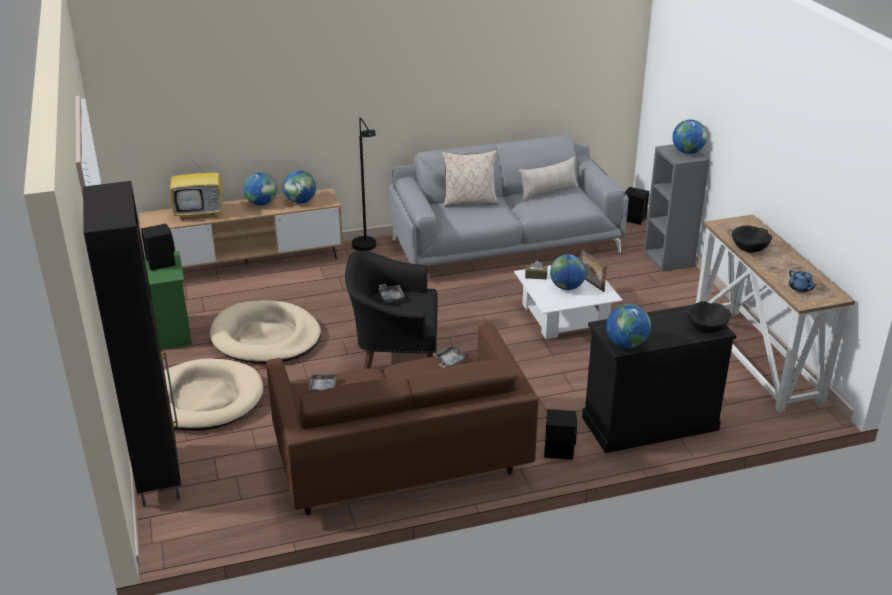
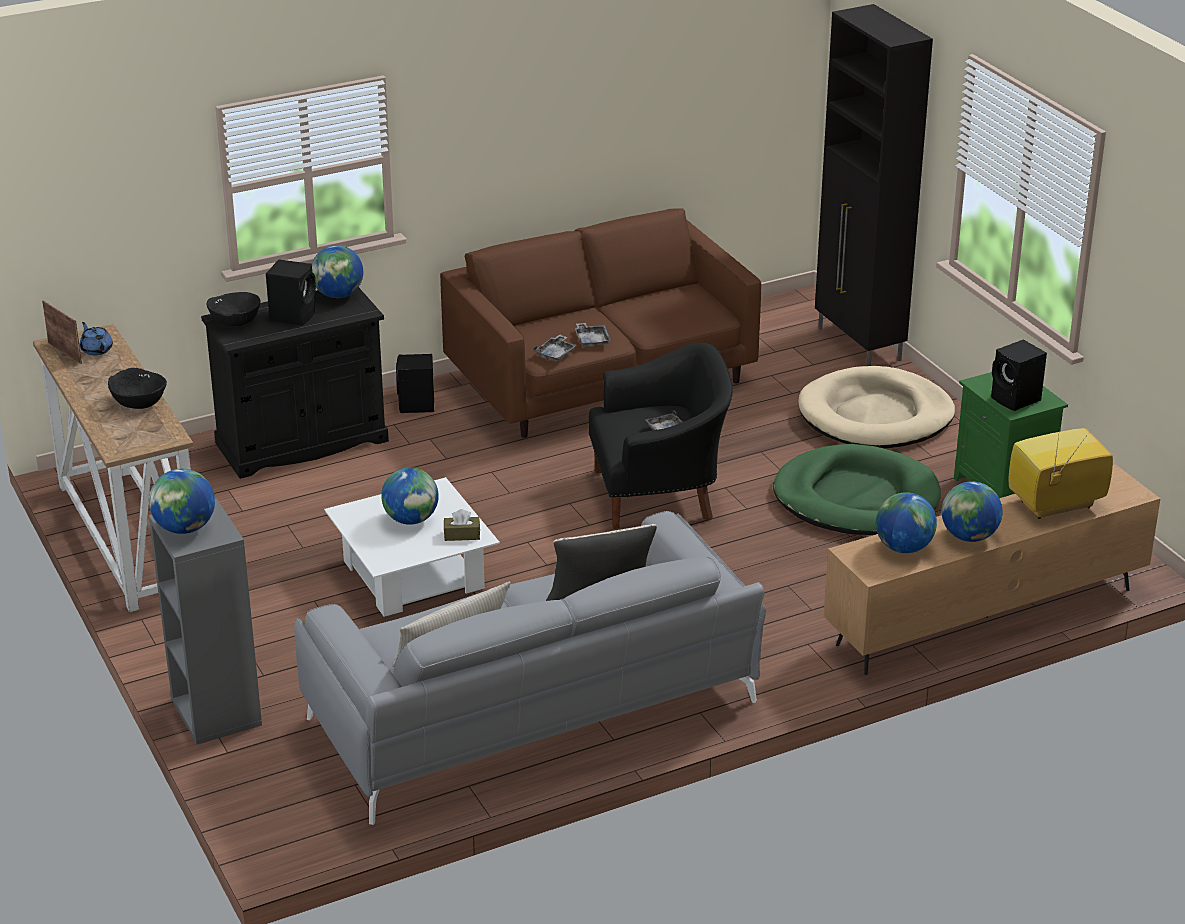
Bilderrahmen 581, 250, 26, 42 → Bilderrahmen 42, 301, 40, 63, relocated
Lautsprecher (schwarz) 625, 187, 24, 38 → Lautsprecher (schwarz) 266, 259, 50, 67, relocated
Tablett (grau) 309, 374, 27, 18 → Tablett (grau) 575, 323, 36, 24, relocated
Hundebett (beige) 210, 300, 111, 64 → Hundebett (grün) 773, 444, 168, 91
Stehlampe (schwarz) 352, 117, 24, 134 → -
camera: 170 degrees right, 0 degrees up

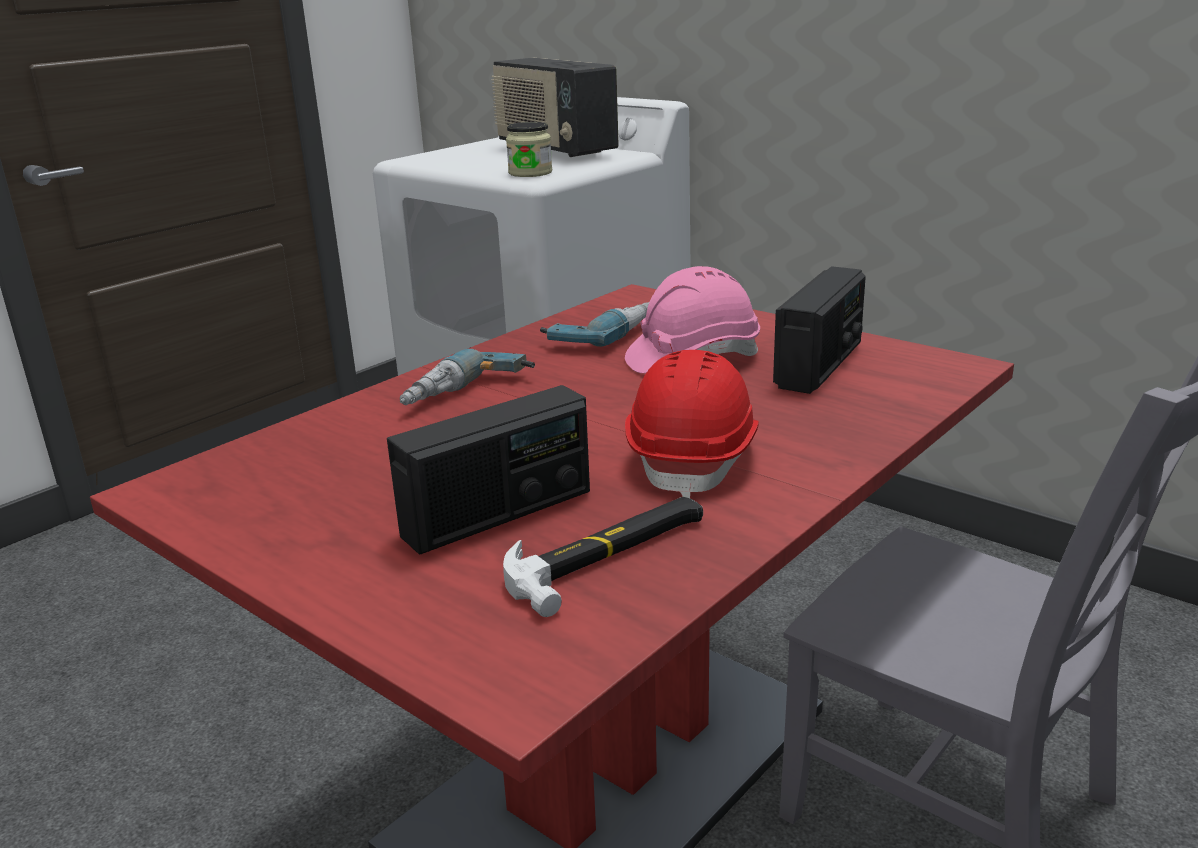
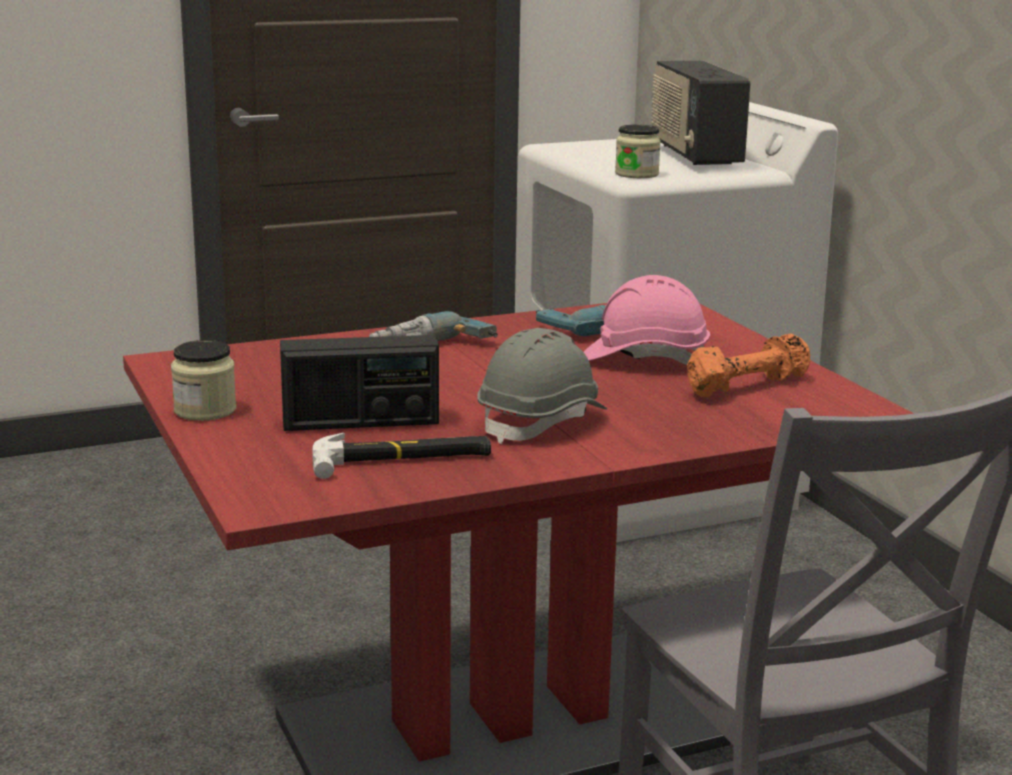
- → Vorratsglas 171, 340, 65, 81
Schutzhelm (rot) 625, 350, 134, 148 → Schutzhelm (grau) 477, 328, 130, 116
Radio 773, 266, 93, 128 → Hantel (orange) 687, 334, 123, 63
camera: 25 degrees right, 5 degrees down

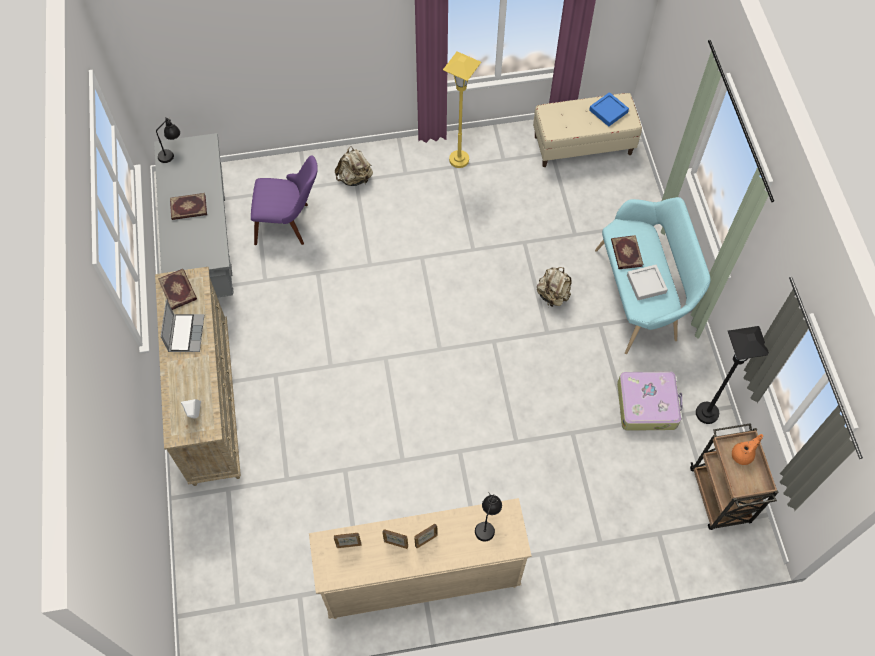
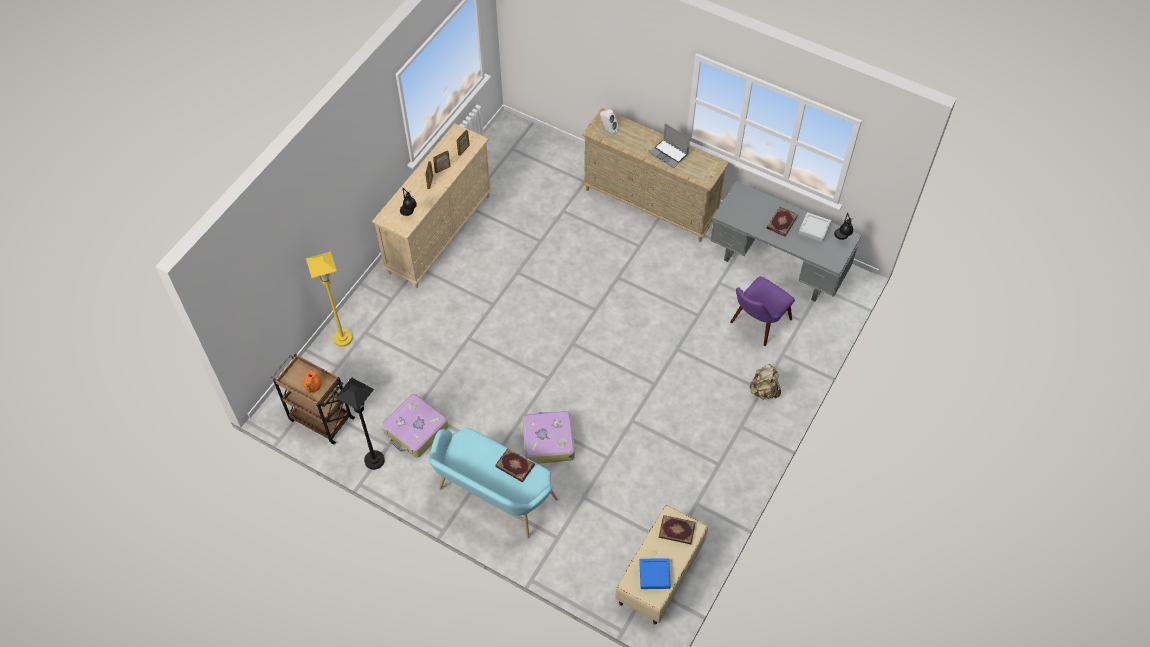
Stehlampe (gelb) 443, 51, 38, 117 → Stehlampe (gelb) 306, 251, 46, 96, relocated
Rucksack (beige) 537, 267, 34, 40 → Koffer 522, 410, 53, 54
Buch 158, 269, 39, 41 → Buch 659, 515, 37, 29, relocated
Tablett (grau) 627, 265, 41, 35 → Tablett (grau) 798, 212, 33, 30, relocated
camera: 130 degrees right, 5 degrees down

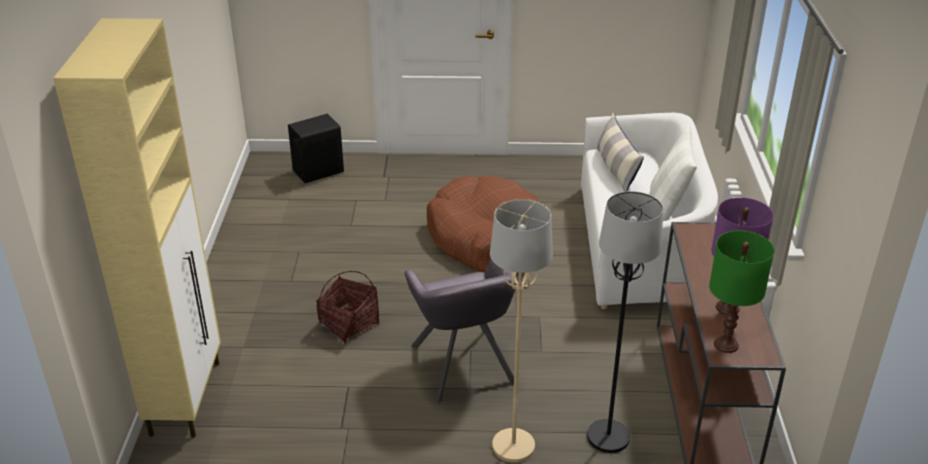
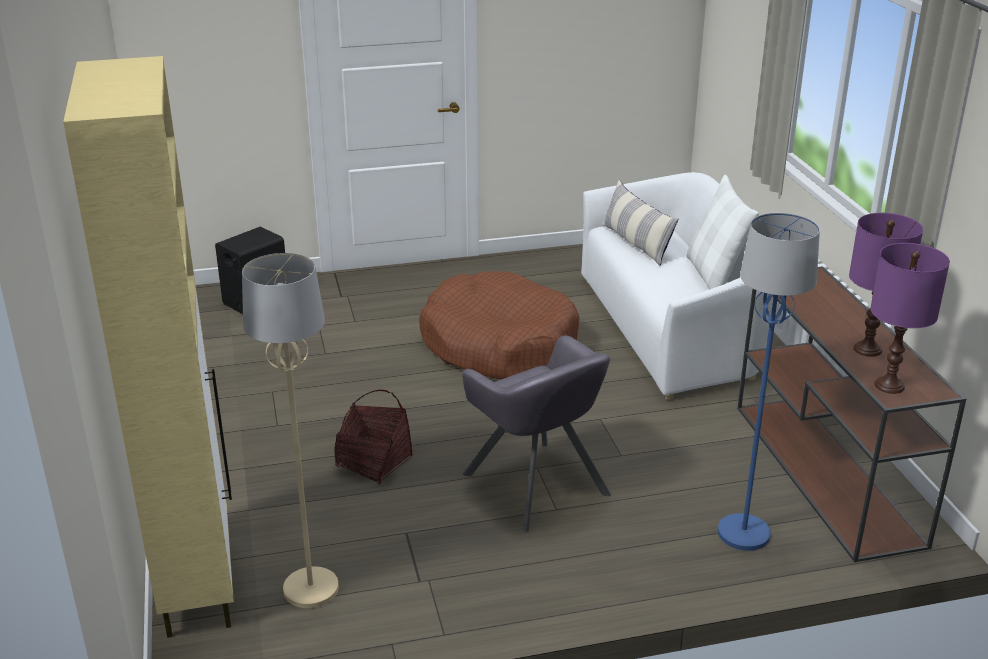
Stehlampe (beige) 490, 199, 63, 264 → Stehlampe (beige) 242, 253, 97, 355, relocated
Stehlampe (schwarz) 587, 191, 76, 262 → Stehlampe (blau) 718, 213, 102, 338
Tischlampe (grün) 709, 230, 65, 123 → Tischlampe (lila) 870, 243, 80, 151
camera: 15 degrees left, 5 degrees down

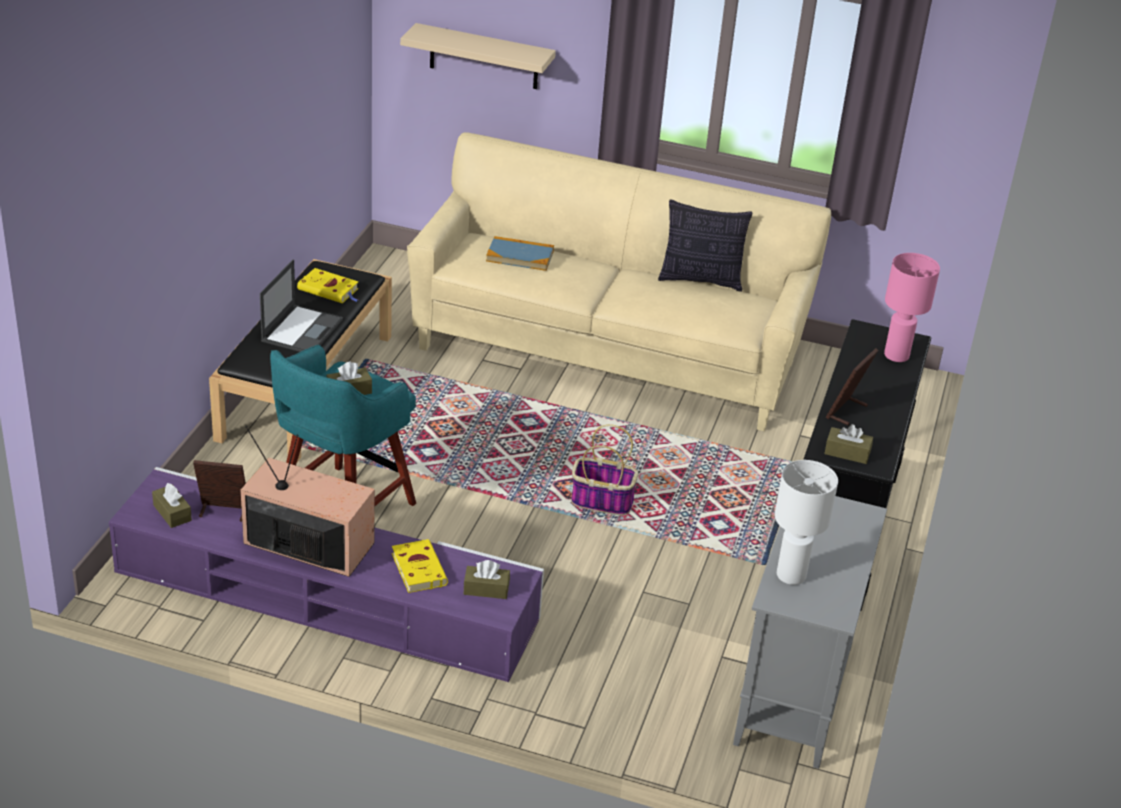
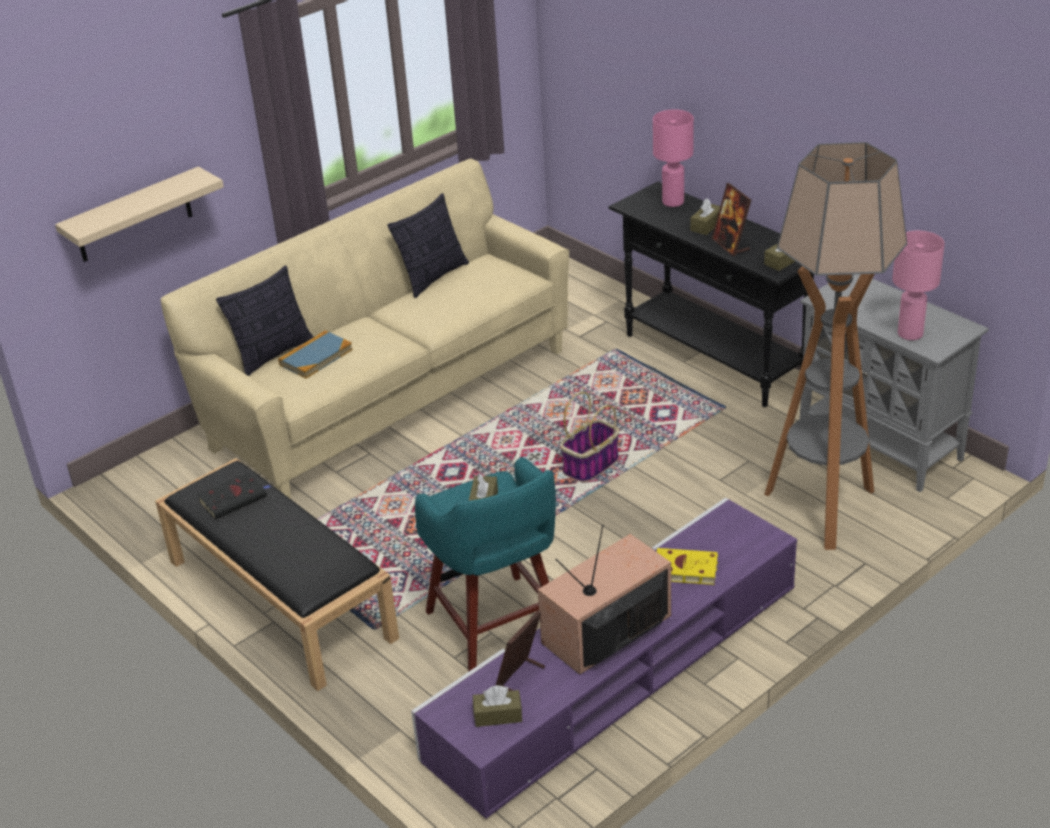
Buch (gelb) 297, 268, 62, 35 → Buch (schwarz) 197, 472, 74, 47
- → Kissen 216, 265, 98, 111
Taschentuchbox (braun) 464, 560, 46, 39 → Taschentuchbox (braun) 690, 198, 30, 37, relocated
- → Stehlampe 764, 142, 143, 408
Tischlampe (weiß) 775, 460, 63, 125 → Tischlampe (rosa) 892, 231, 52, 109
Laptop 260, 259, 83, 93 → -
camera: 55 degrees left, 0 degrees up

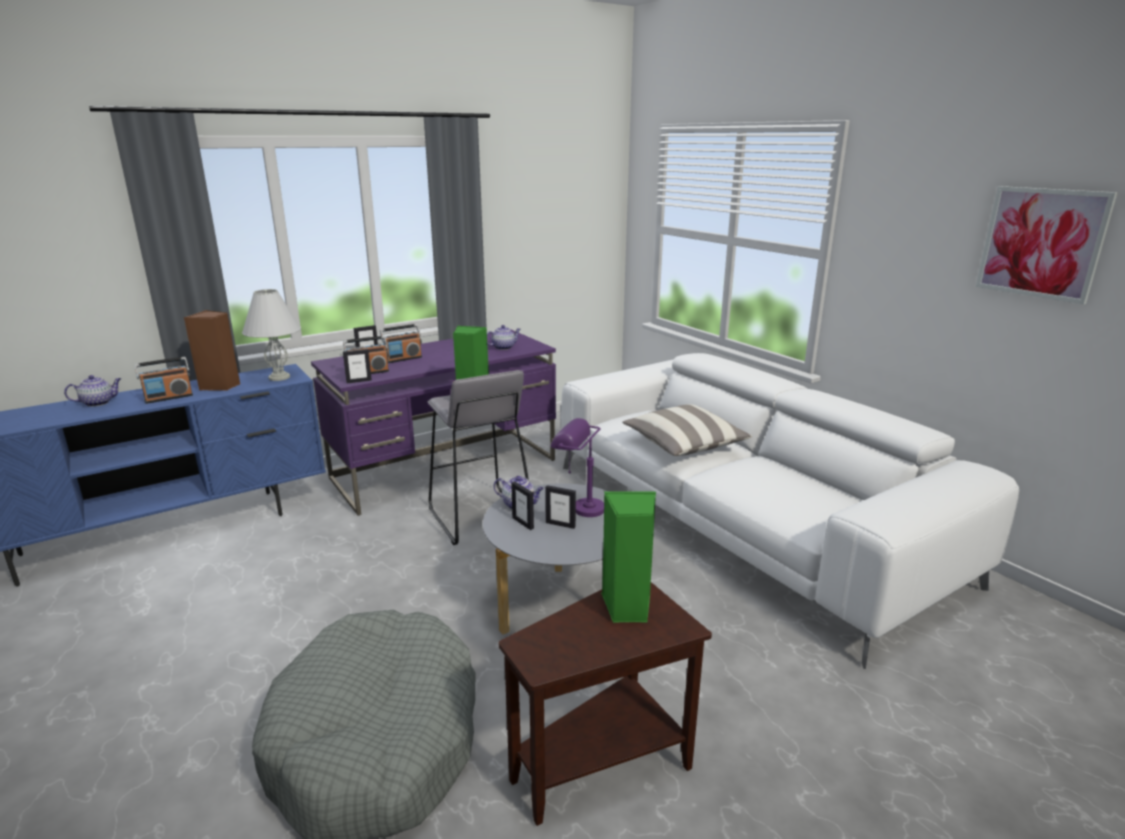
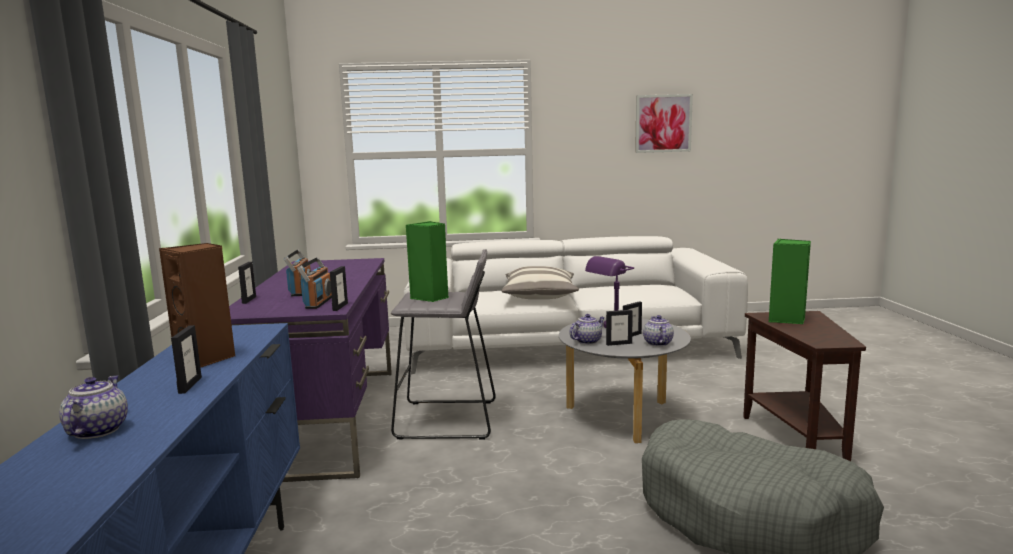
Radio 134, 357, 59, 47 → Bilderrahmen 171, 325, 31, 69
Teekanne 487, 325, 33, 25 → Teekanne 643, 315, 31, 31, relocated
Tischlampe (weiß) 242, 289, 59, 92 → -
camera: 60 degrees left, 10 degrees down

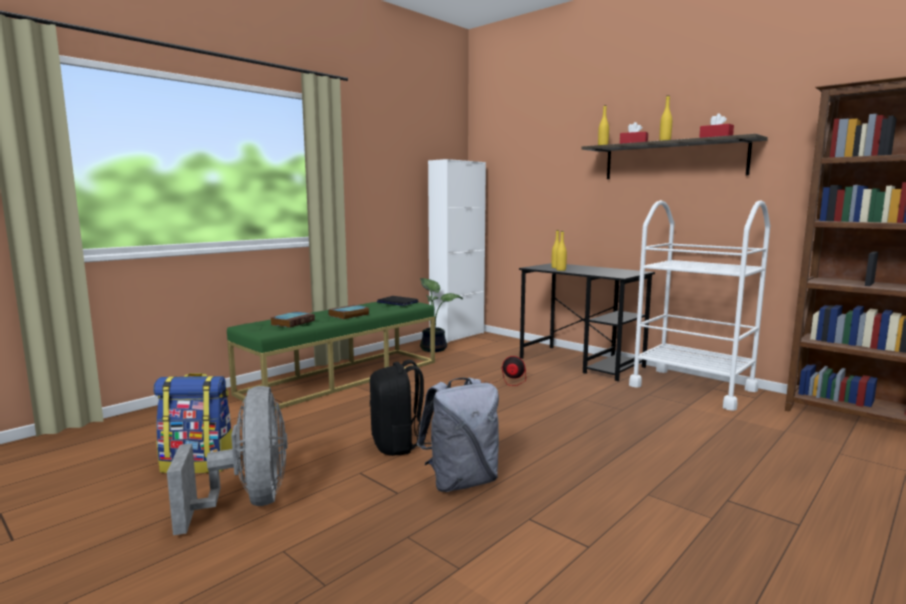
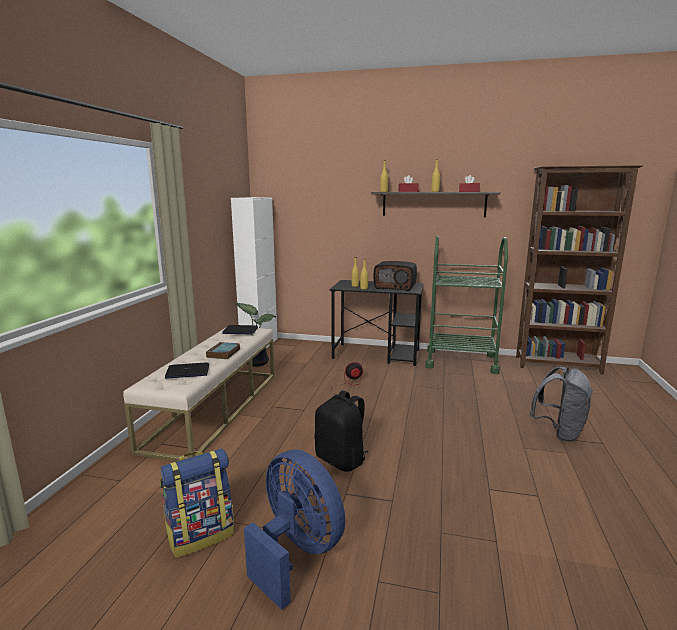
Bank (grün) 227, 302, 208, 108 → Bank (beige) 123, 328, 152, 133
Buch 270, 311, 45, 17 → Laptop 165, 363, 44, 16
Ventilator (grau) 167, 386, 120, 149 → Ventilator (blau) 244, 450, 101, 160
- → Radio 374, 261, 43, 30
Rollwagen (weiß) 629, 200, 141, 211 → Rollwagen (grün) 425, 235, 83, 139
Rucksack (grau) 417, 377, 82, 115 → Rucksack (grau) 529, 367, 64, 74, relocated
camera: 30 degrees left, 5 degrees up

